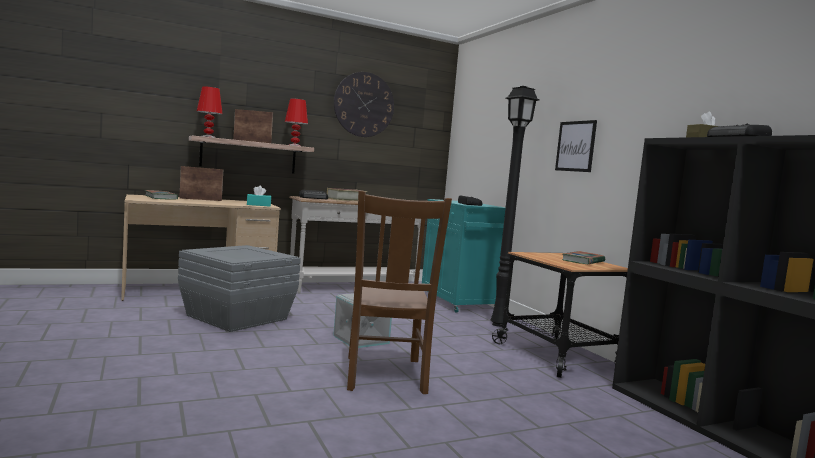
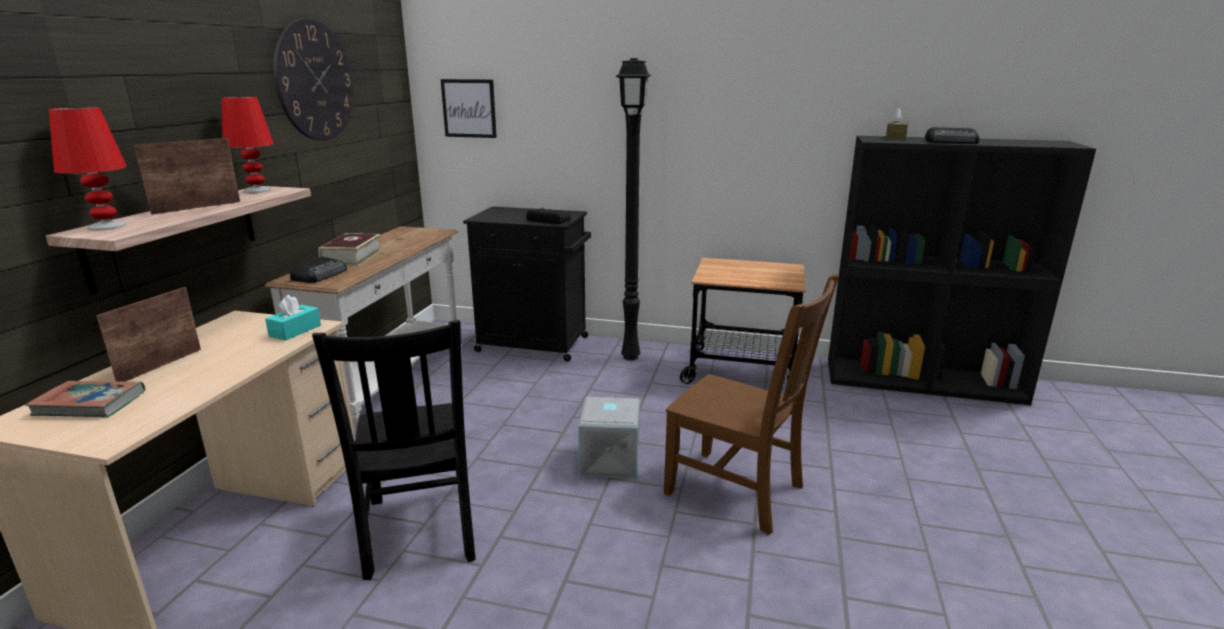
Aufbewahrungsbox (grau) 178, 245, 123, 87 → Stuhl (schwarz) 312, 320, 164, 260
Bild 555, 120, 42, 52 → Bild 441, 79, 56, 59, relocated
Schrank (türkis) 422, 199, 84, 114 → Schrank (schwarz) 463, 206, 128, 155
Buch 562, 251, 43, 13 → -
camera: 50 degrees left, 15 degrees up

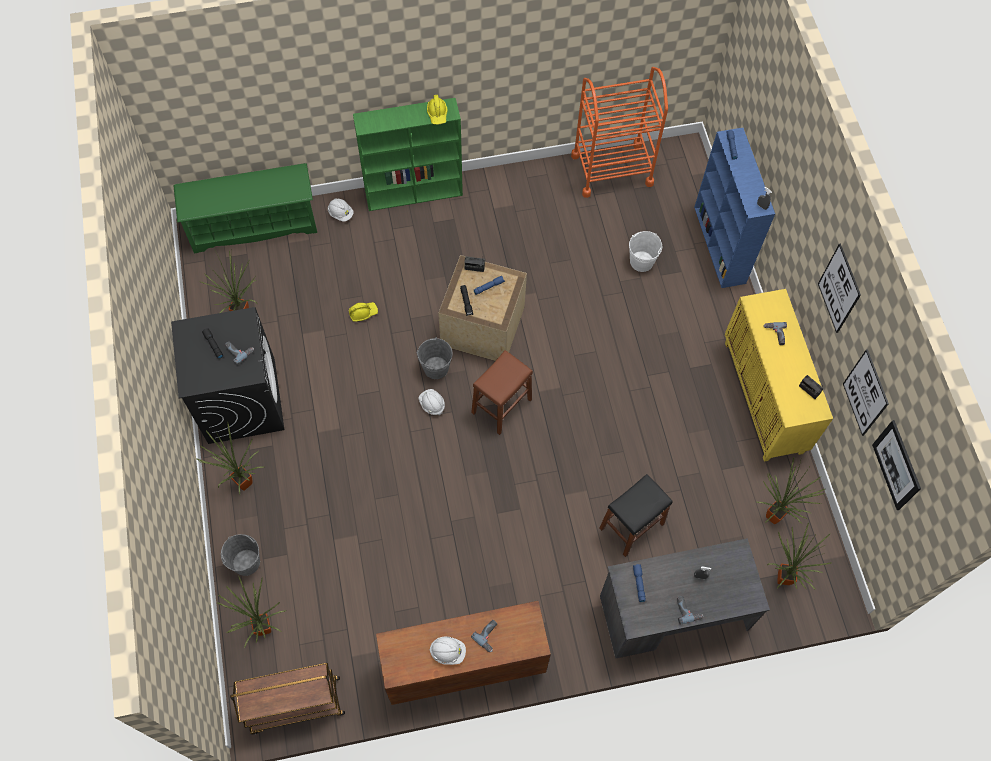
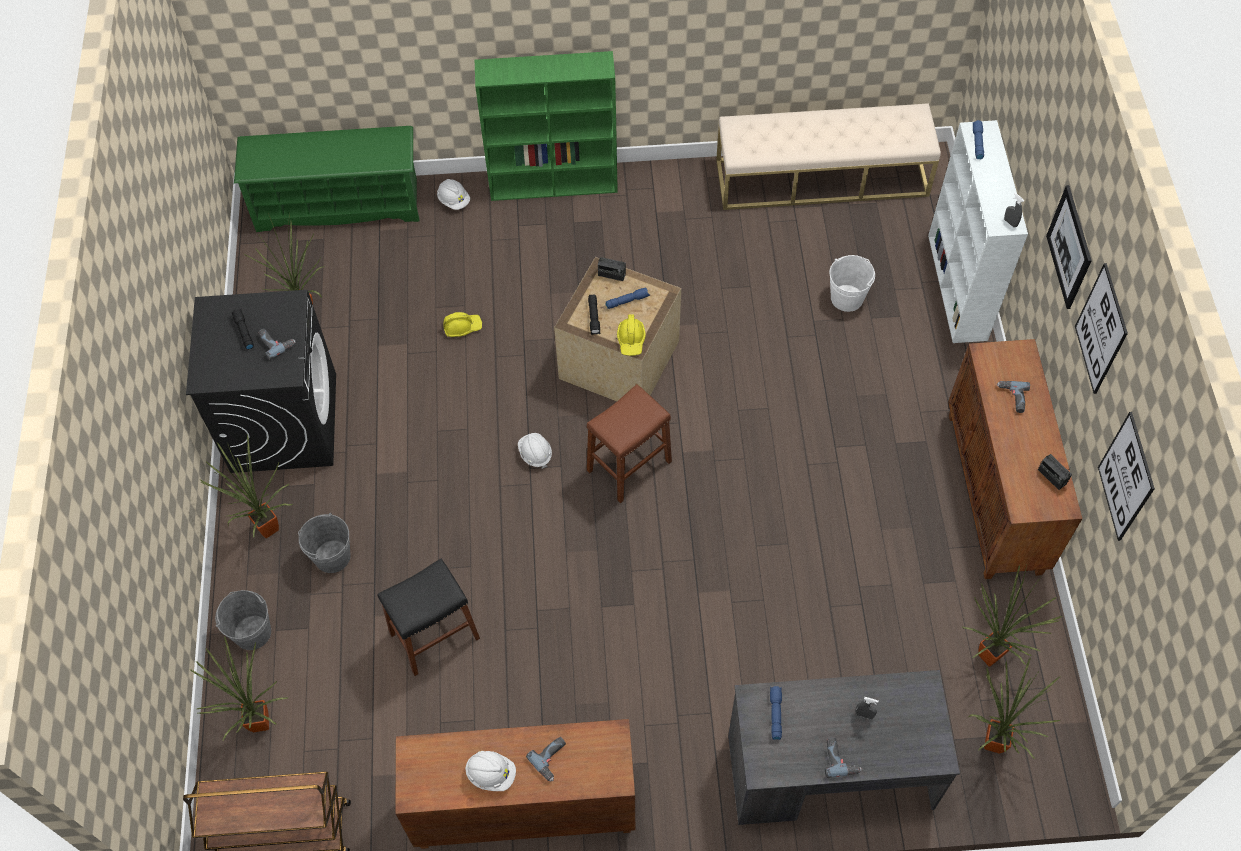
Eimer (grau) 417, 337, 36, 42 → Eimer (grau) 298, 513, 53, 60, relocated
Hocker (schwarz) 599, 474, 74, 83 → Hocker (schwarz) 377, 559, 103, 117, relocated
Schutzhelm (gelb) 427, 95, 20, 30 → Schutzhelm (gelb) 617, 314, 29, 42, relocated
Rollwagen (orange) 571, 67, 97, 131 → Bank (beige) 716, 103, 225, 107
Bücherregal (blau) 694, 128, 81, 160 → Bücherregal (weiß) 928, 120, 100, 223
Schrank (gelb) 725, 289, 108, 173 → Schrank (braun) 948, 339, 134, 240
Bild 872, 420, 49, 90 → Bild 1046, 185, 46, 124, relocated
camera: 10 degrees right, 5 degrees down

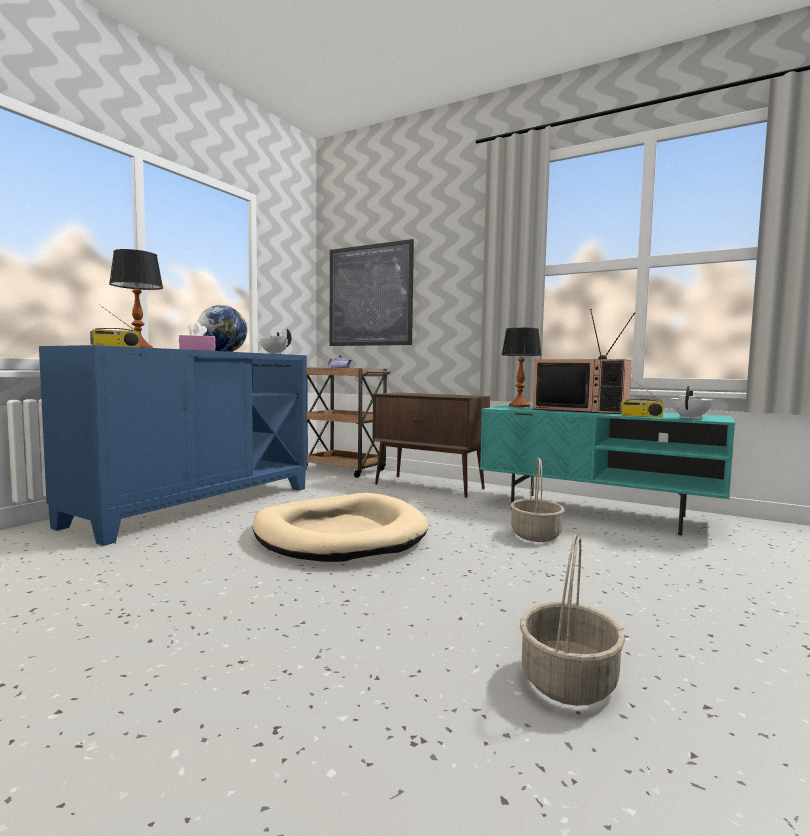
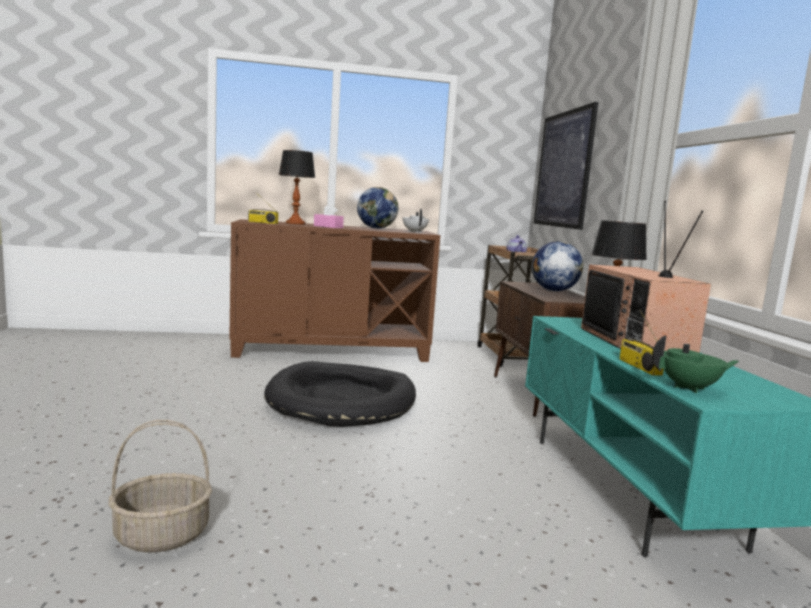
Schrank (blau) 39, 345, 268, 201 → Schrank (braun) 229, 219, 211, 143
Hundebett (beige) 252, 493, 176, 69 → Hundebett (schwarz) 264, 361, 152, 66
- → Globus 532, 241, 52, 50
Teekanne (weiß) 671, 386, 42, 33 → Teekanne (grün) 652, 335, 87, 58
Korb 510, 457, 54, 85 → -
camera: 50 degrees right, 5 degrees up

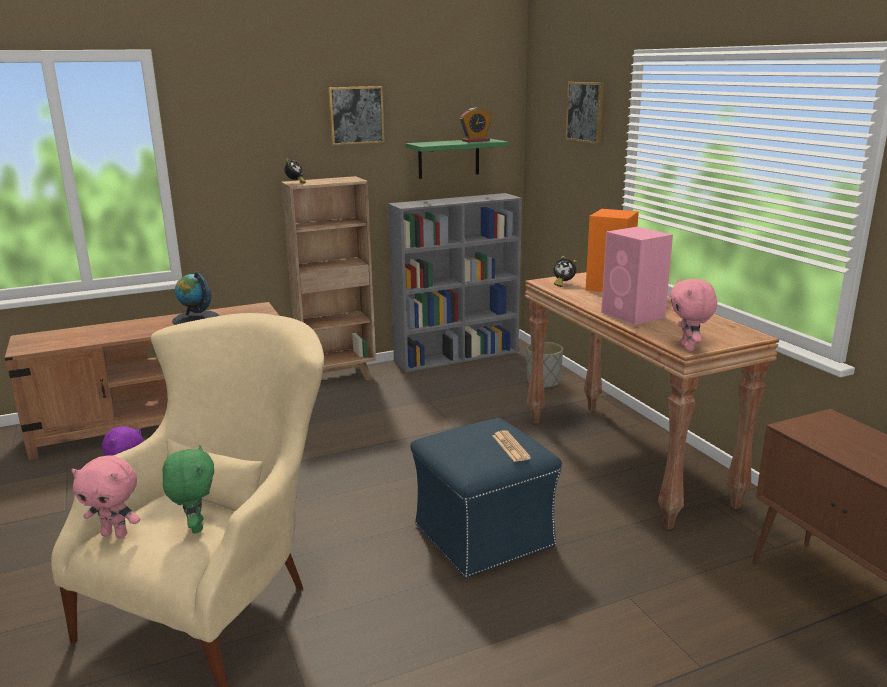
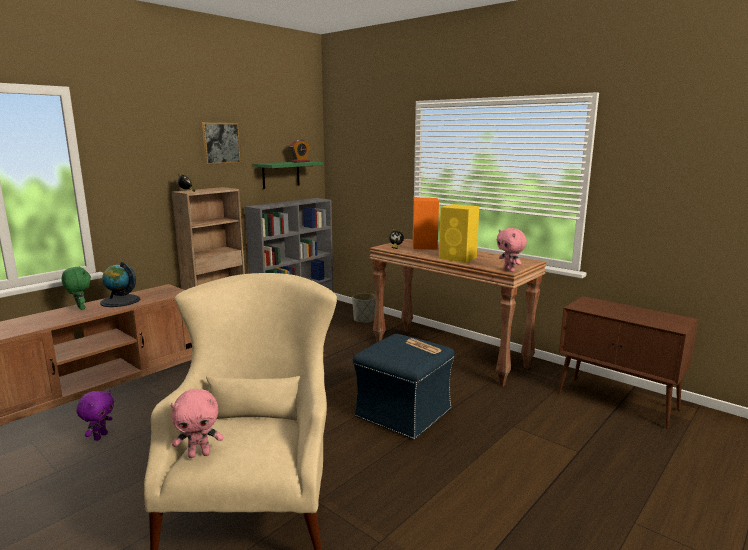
Plüschtier (grün) 163, 445, 51, 88 → Plüschtier (grün) 62, 267, 29, 43, relocated
Lautsprecher (rosa) 601, 227, 72, 98 → Lautsprecher (gelb) 439, 204, 40, 59
Bild 566, 82, 38, 62 → -
camera: 25 degrees left, 5 degrees down

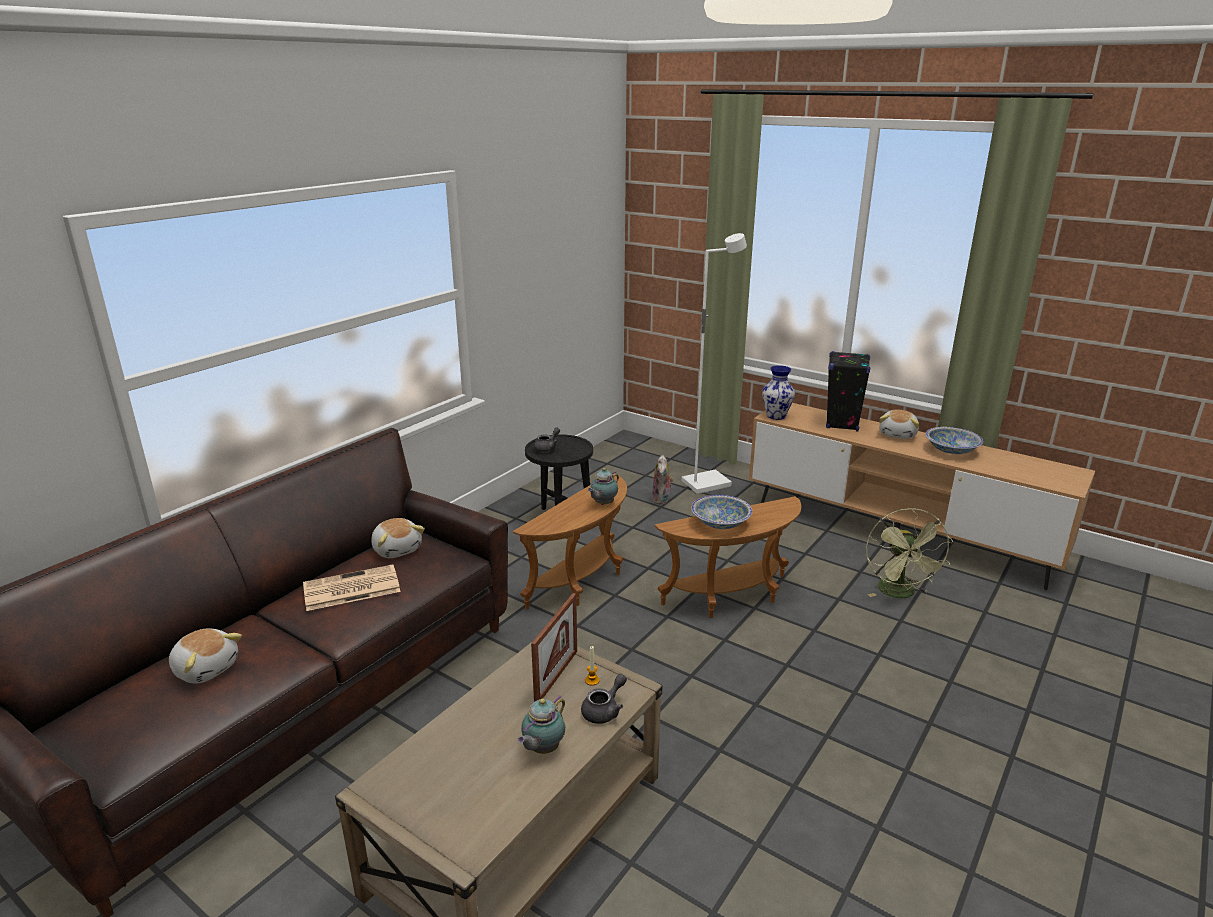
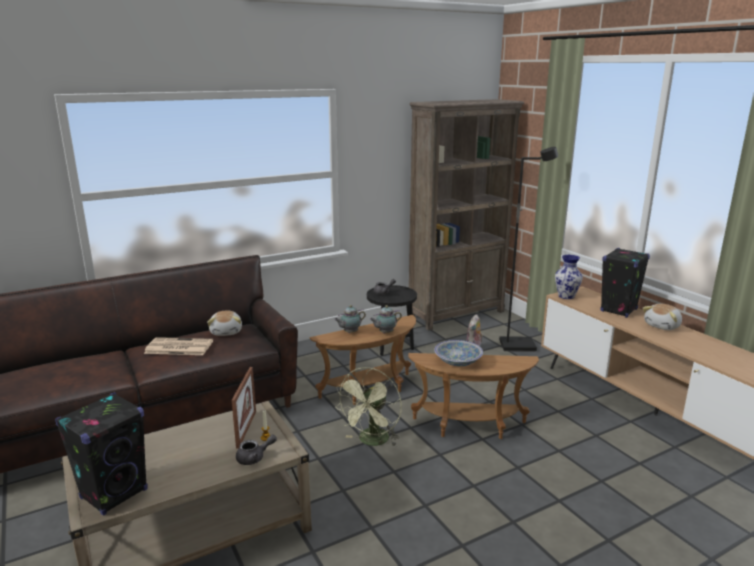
- → Lautsprecher (schwarz) 55, 392, 93, 124
Bilderrahmen 531, 593, 46, 109 → Bilderrahmen 232, 367, 24, 82, 45 degrees counterclockwise
Teekanne 517, 695, 48, 59 → Teekanne 334, 305, 32, 28, relocated
Ventilator (grün) 866, 508, 87, 90 → Ventilator (grün) 335, 367, 67, 80, relocated
- → Bücherregal (braun) 409, 99, 115, 232
Stehlampe (weiß) 681, 233, 66, 261 → Stehlampe (schwarz) 499, 147, 59, 204
Plüschtier 169, 629, 73, 54 → -
Schüssel 926, 427, 57, 27 → -
camera: 25 degrees right, 5 degrees down

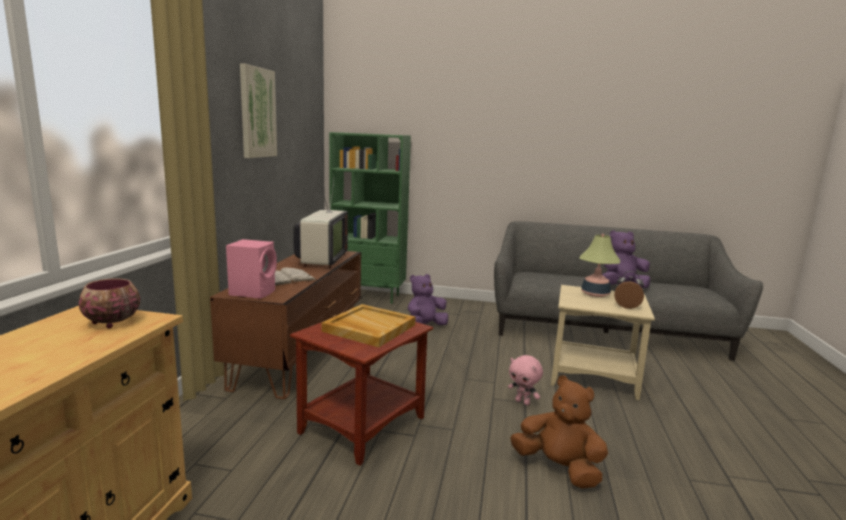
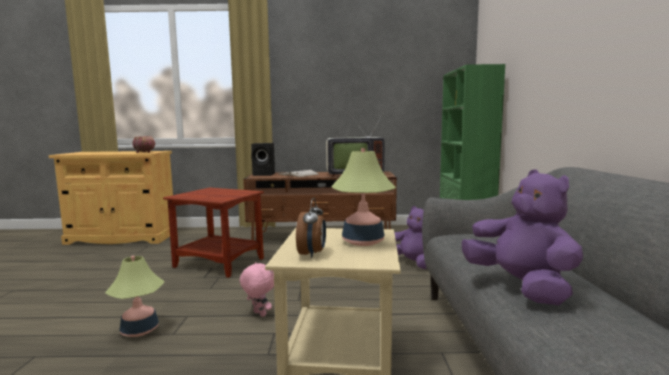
Plüschtier (braun) 510, 376, 98, 113 → Tischlampe 105, 256, 60, 81
Plüschtier (rosa) 508, 355, 35, 50 → Plüschtier (rosa) 240, 262, 34, 55, 105 degrees clockwise
Lautsprecher (rosa) 226, 239, 51, 60 → Lautsprecher (schwarz) 251, 143, 24, 33
Bild 240, 64, 37, 94 → -
Tablett (beige) 321, 304, 94, 43 → -
camera: 80 degrees right, 5 degrees down

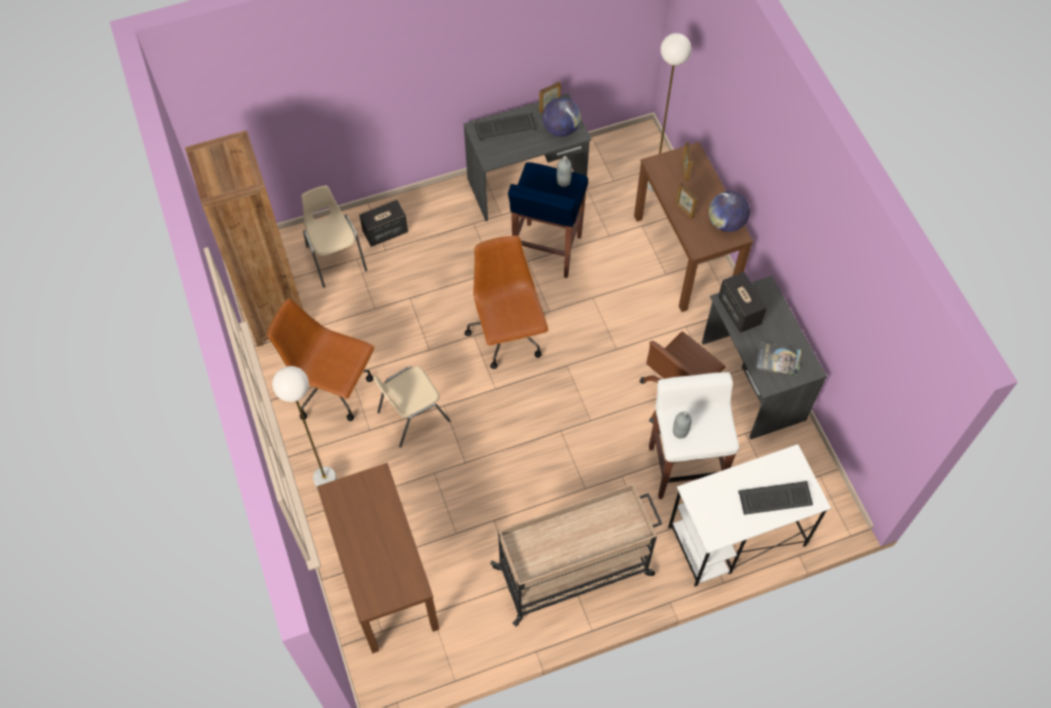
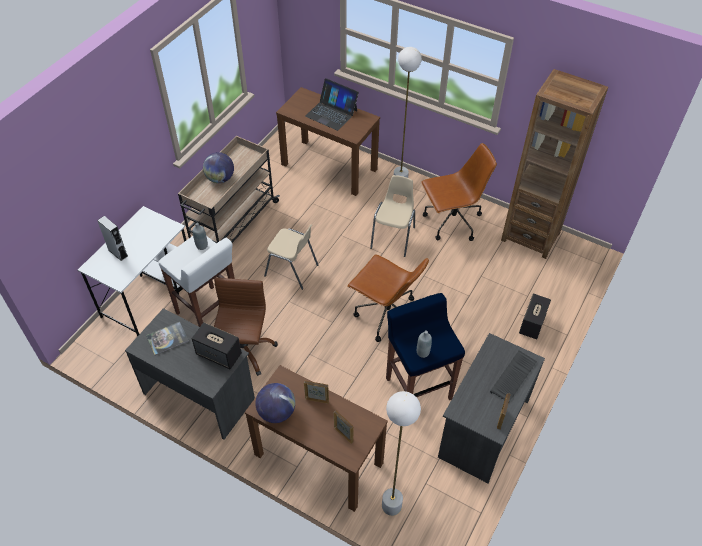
Tastatur 738, 481, 75, 34 → Lautsprecher (grau) 97, 216, 31, 45
Globus 542, 97, 39, 40 → Globus 203, 152, 31, 31, relocated
Stuhl (beige) 301, 185, 66, 103 → Stuhl (beige) 264, 224, 54, 66, relocated
- → Laptop 305, 78, 54, 53
camera: 140 degrees right, 10 degrees down

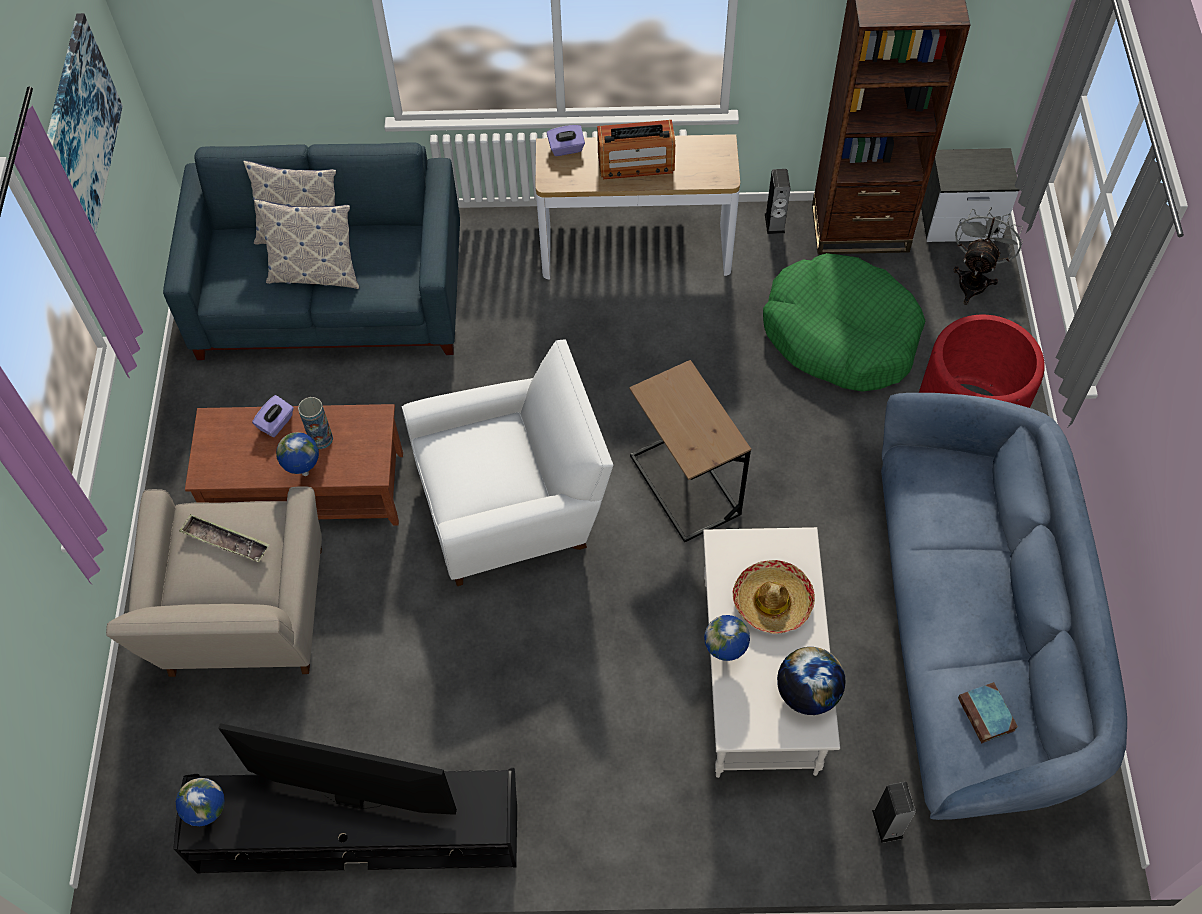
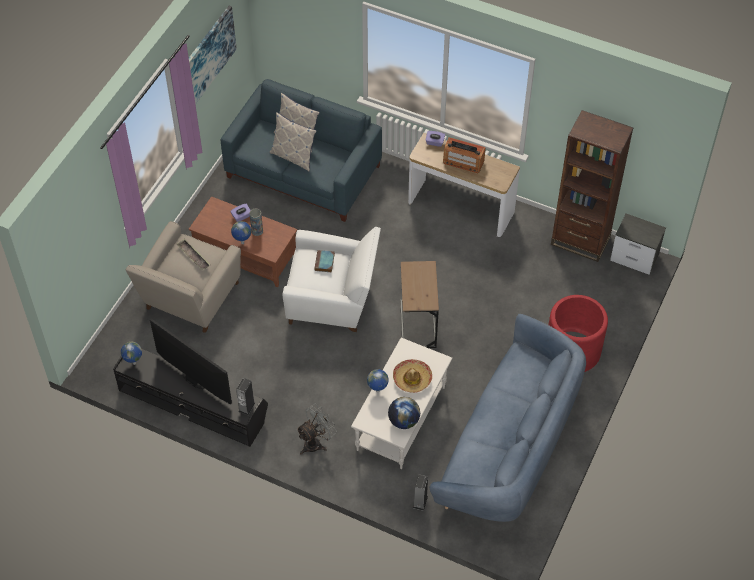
Lautsprecher 765, 169, 25, 65 → Lautsprecher 236, 378, 19, 37, relocated
Ventilator (grau) 954, 207, 69, 98 → Ventilator (grau) 296, 404, 41, 51, relocated
Buch 958, 682, 60, 61 → Buch 314, 250, 21, 22, relocated
Hundebett (grün) 763, 253, 162, 139 → -
camera: 25 degrees right, 5 degrees down

